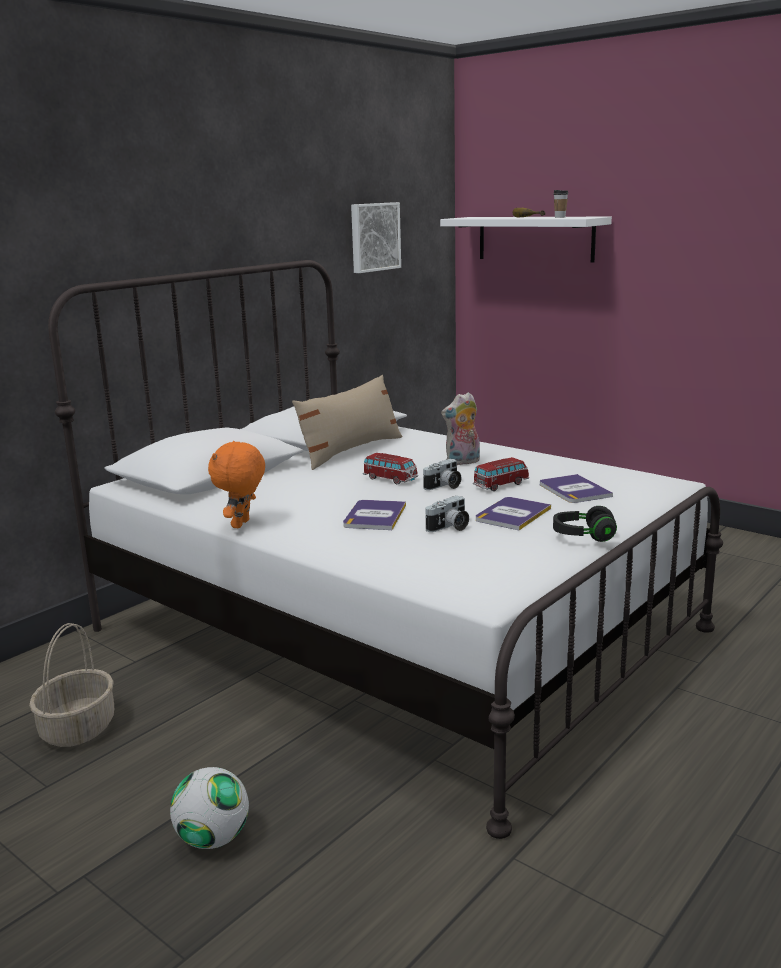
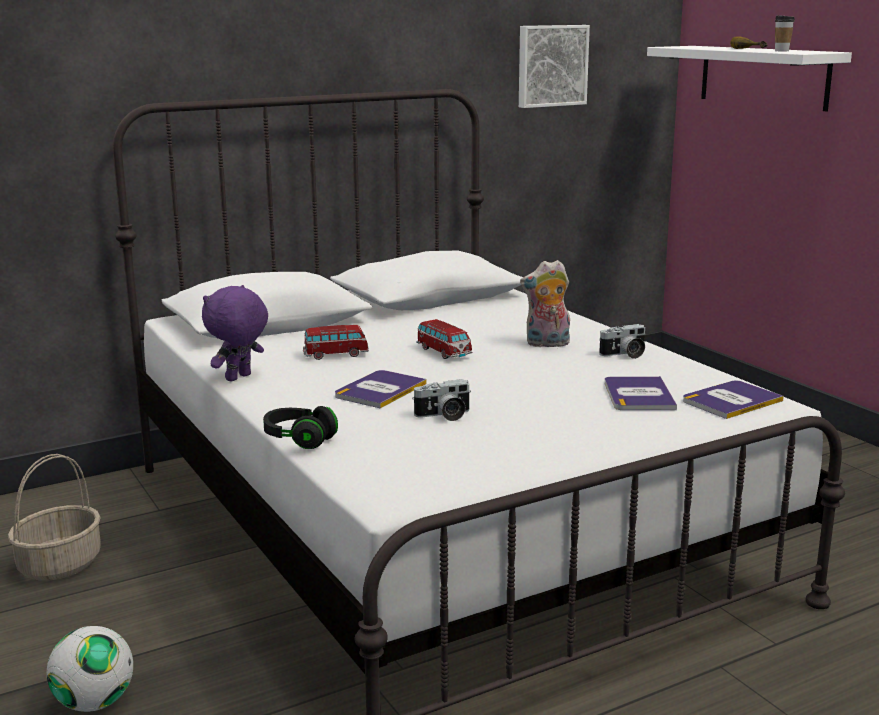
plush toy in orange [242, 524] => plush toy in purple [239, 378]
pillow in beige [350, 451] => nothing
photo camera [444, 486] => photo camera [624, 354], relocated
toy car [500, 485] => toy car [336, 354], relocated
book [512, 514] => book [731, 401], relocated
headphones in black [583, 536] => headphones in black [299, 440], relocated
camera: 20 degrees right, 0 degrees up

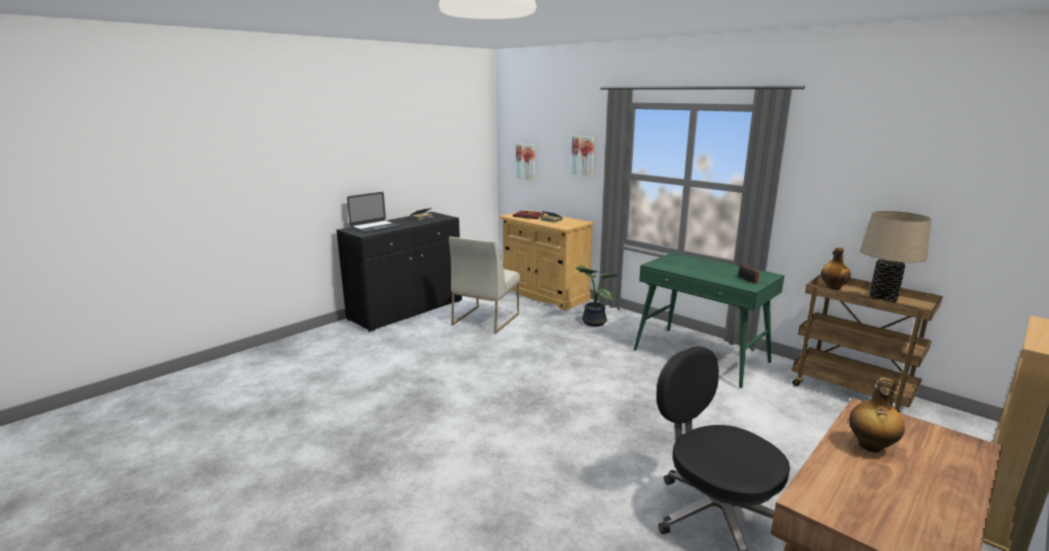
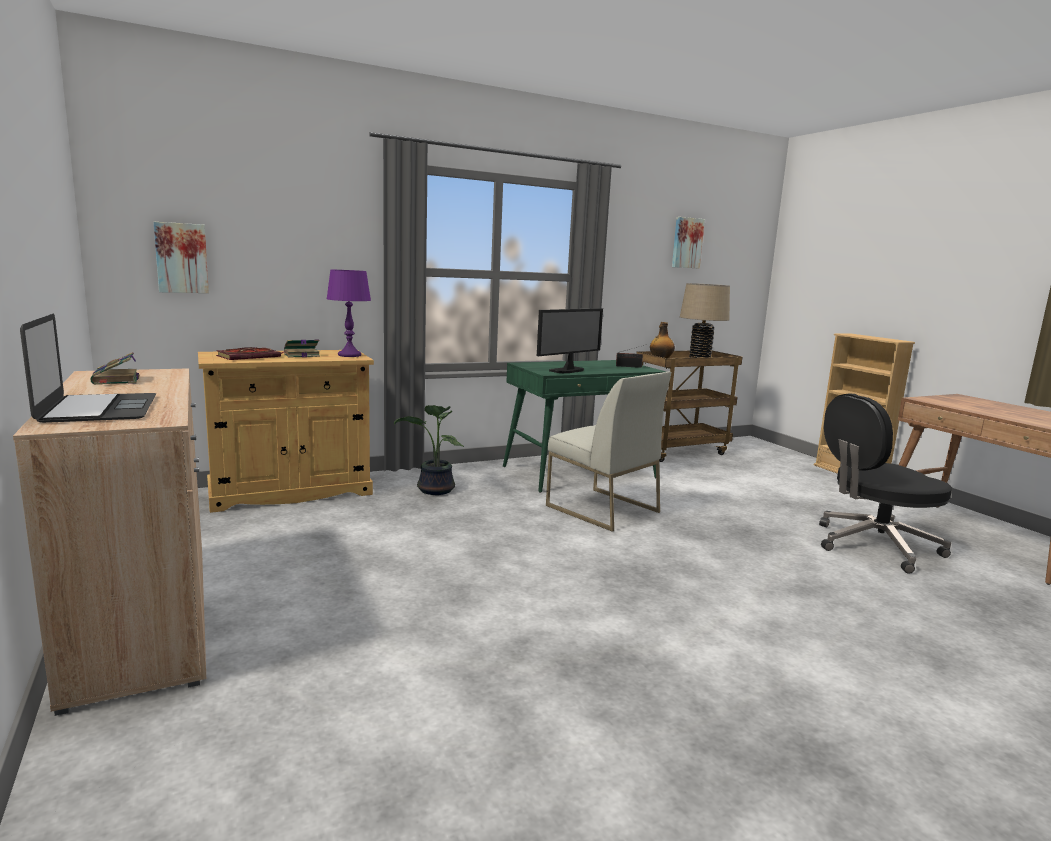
cabinet in black [406, 310] => cabinet in beige [144, 617]
chair in white [485, 319] => chair in white [601, 509], relocated
picture [583, 155] => picture [686, 243], relocated
bottle [870, 446] => nothing
nothing => table lamp in purple [350, 355]
nothing => monitor [568, 371]
camera: 70 degrees left, 5 degrees down

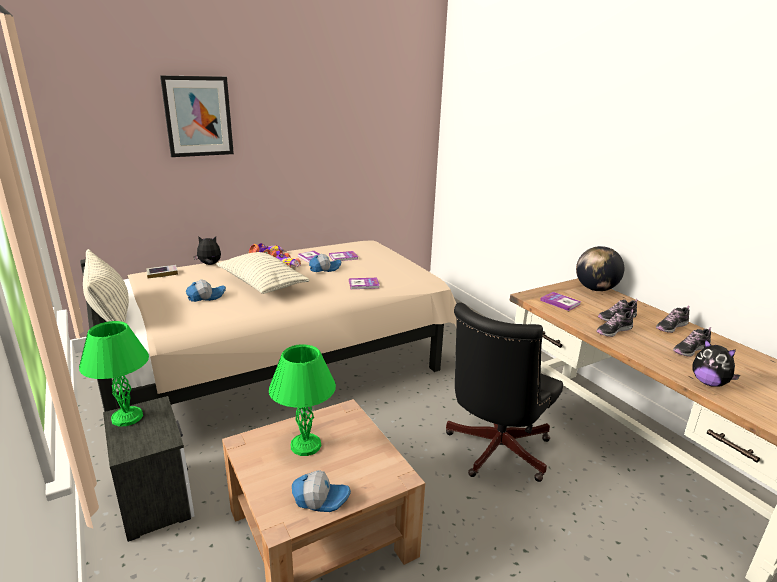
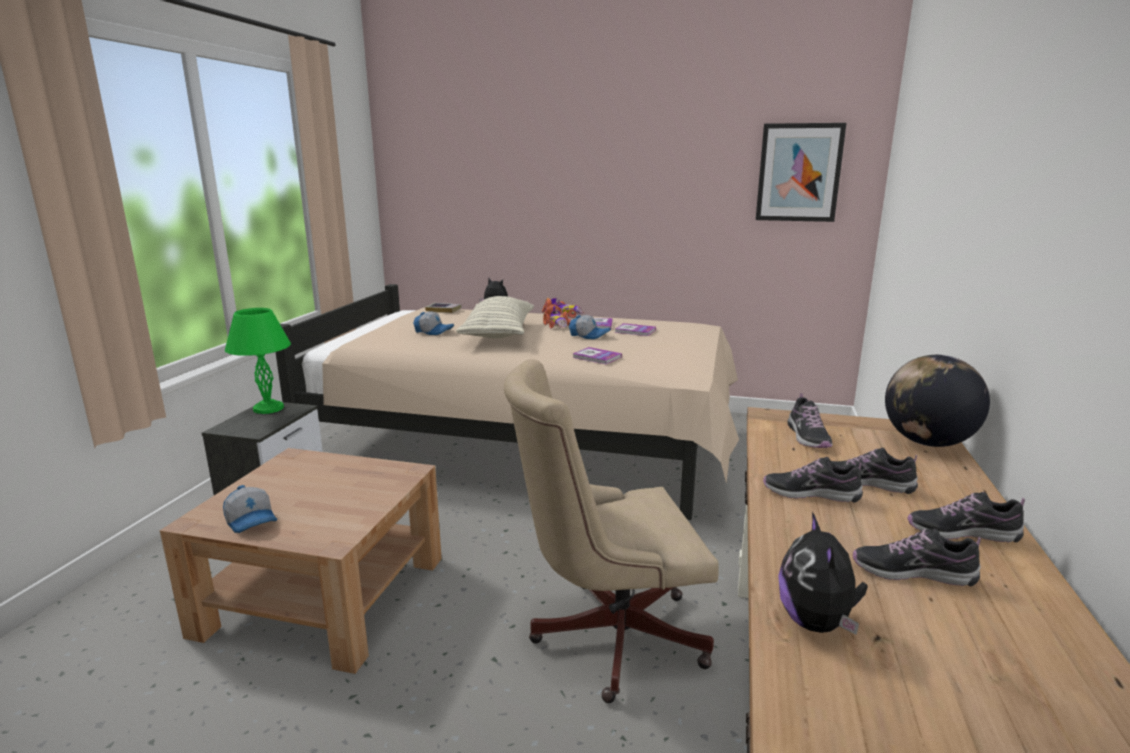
pillow [111, 316] => nothing
picture [198, 116] => picture [799, 173], relocated
table lamp in green [304, 445] => nothing
office chair in black [494, 451] => office chair in beige [607, 635]
book [560, 302] => shoe [807, 436]
camera: 45 degrees right, 5 degrees down

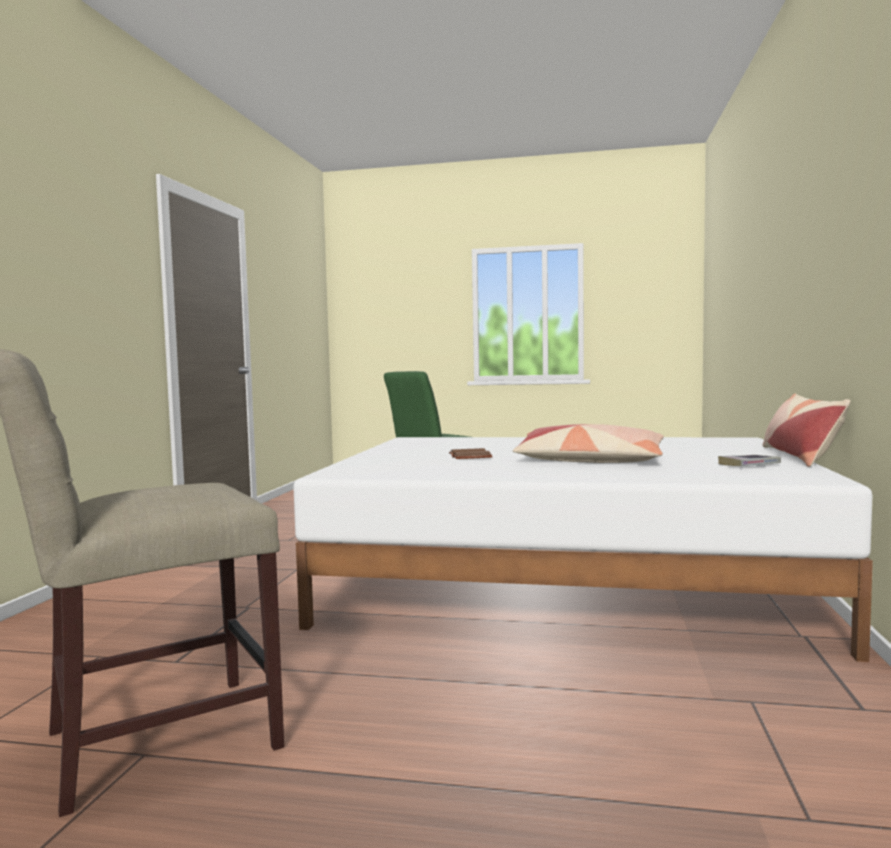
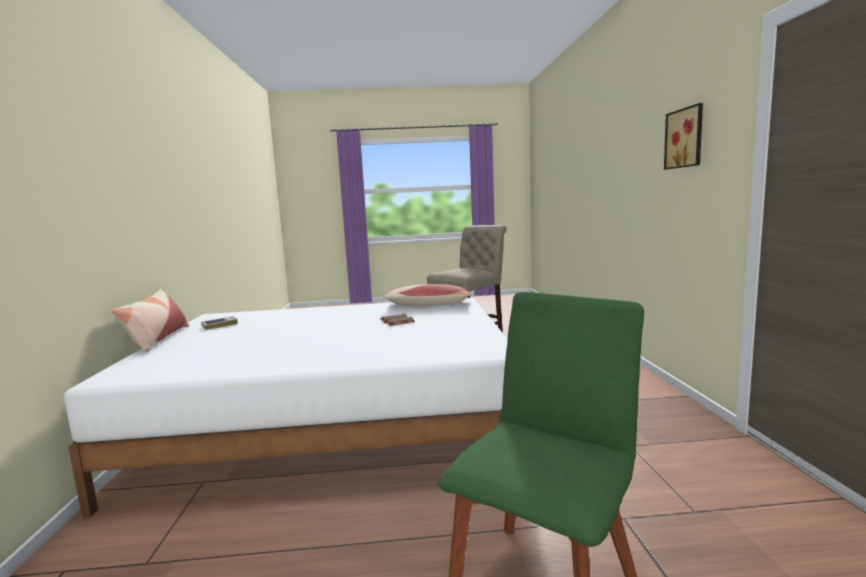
pillow [589, 460] => pillow [428, 305], relocated
nothing => picture [686, 138]
camera: 165 degrees right, 5 degrees up

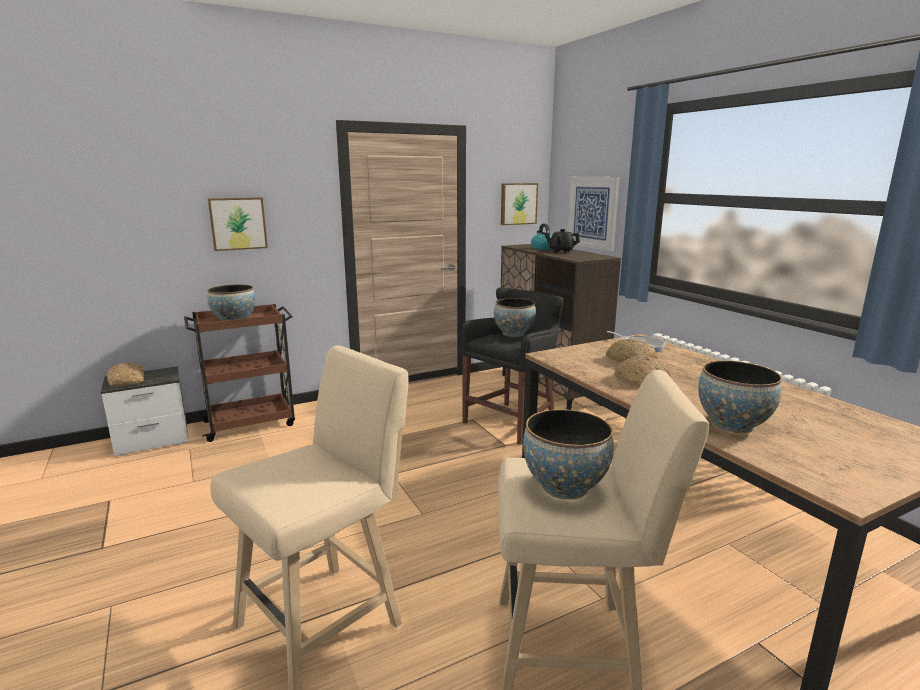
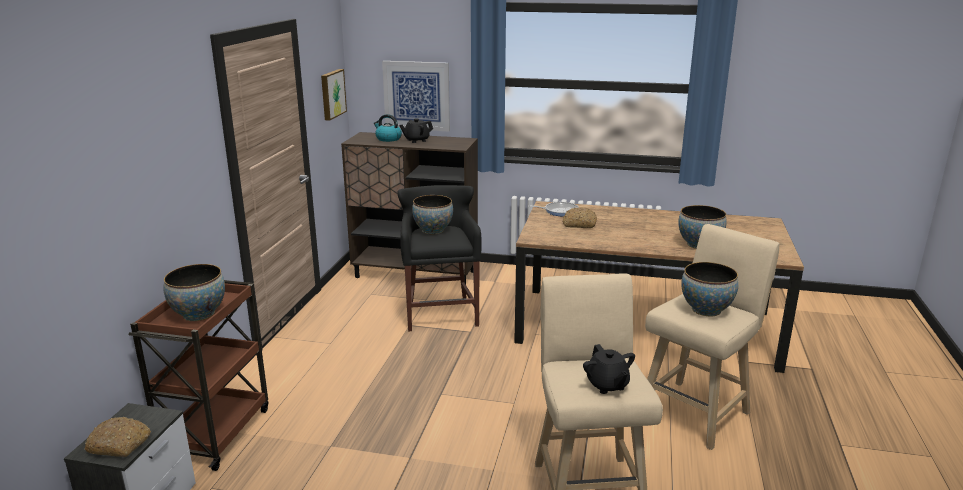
picture [238, 223] => nothing
bread [641, 379] => nothing
nothing => teapot in black [607, 385]
camera: 50 degrees left, 5 degrees up

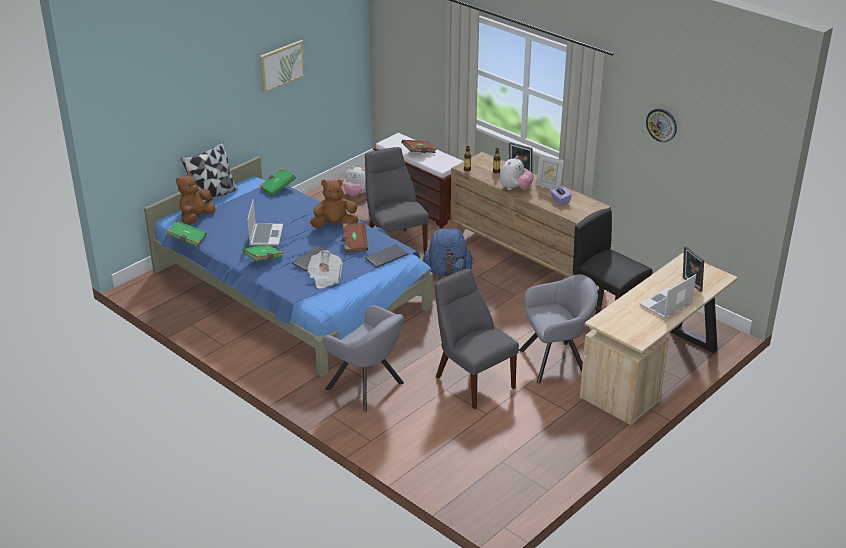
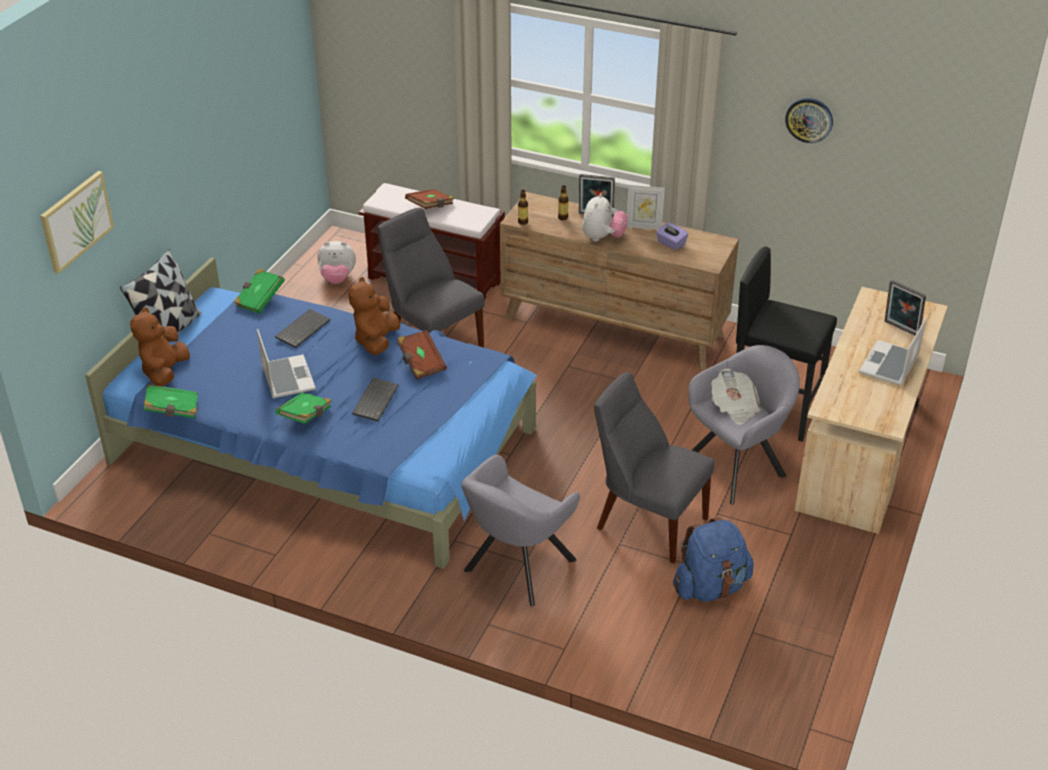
picture [281, 65] => picture [76, 221], relocated
newspaper [325, 278] => newspaper [734, 407], relocated
plush toy in brown [334, 225] => plush toy in brown [376, 341], 45 degrees counterclockwise
armchair in grey [368, 388] => armchair in grey [516, 569], 105 degrees clockwise
keyboard [386, 256] => keyboard [302, 329], relocated
backpack in blue [447, 272] => backpack in blue [711, 587], relocated
camera: 20 degrees left, 5 degrees up

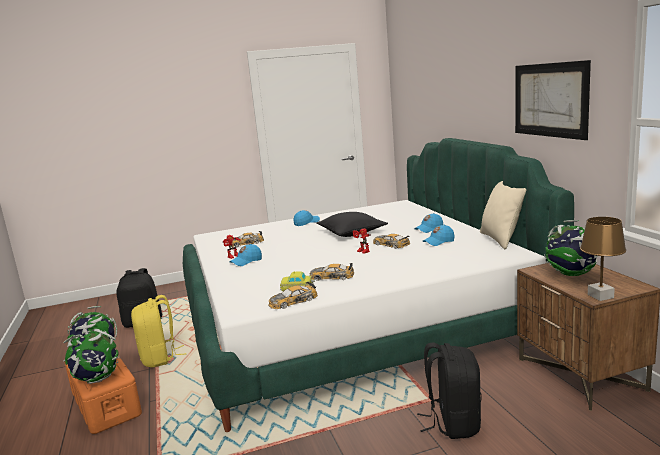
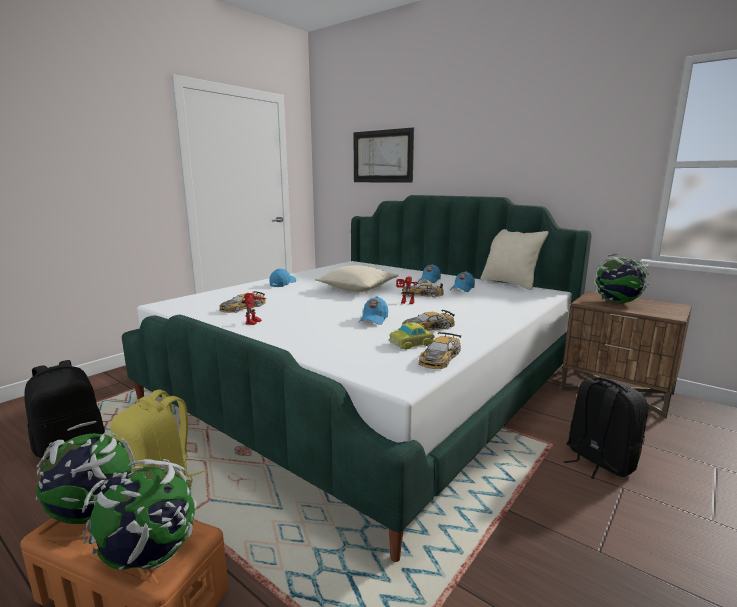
cap in blue [246, 261] => cap in blue [374, 319], relocated
pillow in black [351, 233] => pillow in beige [357, 288]
picture [549, 100] => picture [382, 156], relocated
table lamp in brown [601, 296] => nothing
camera: 35 degrees left, 0 degrees up

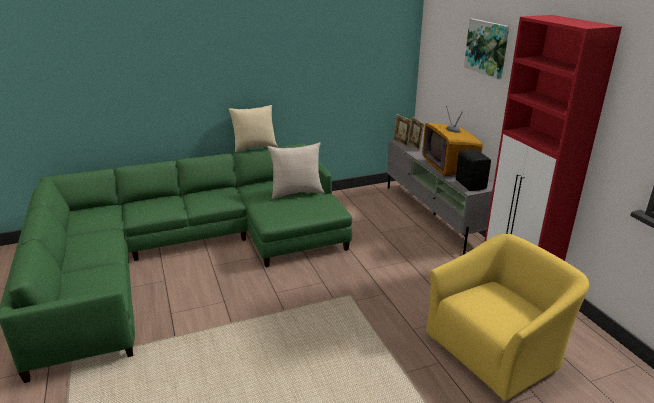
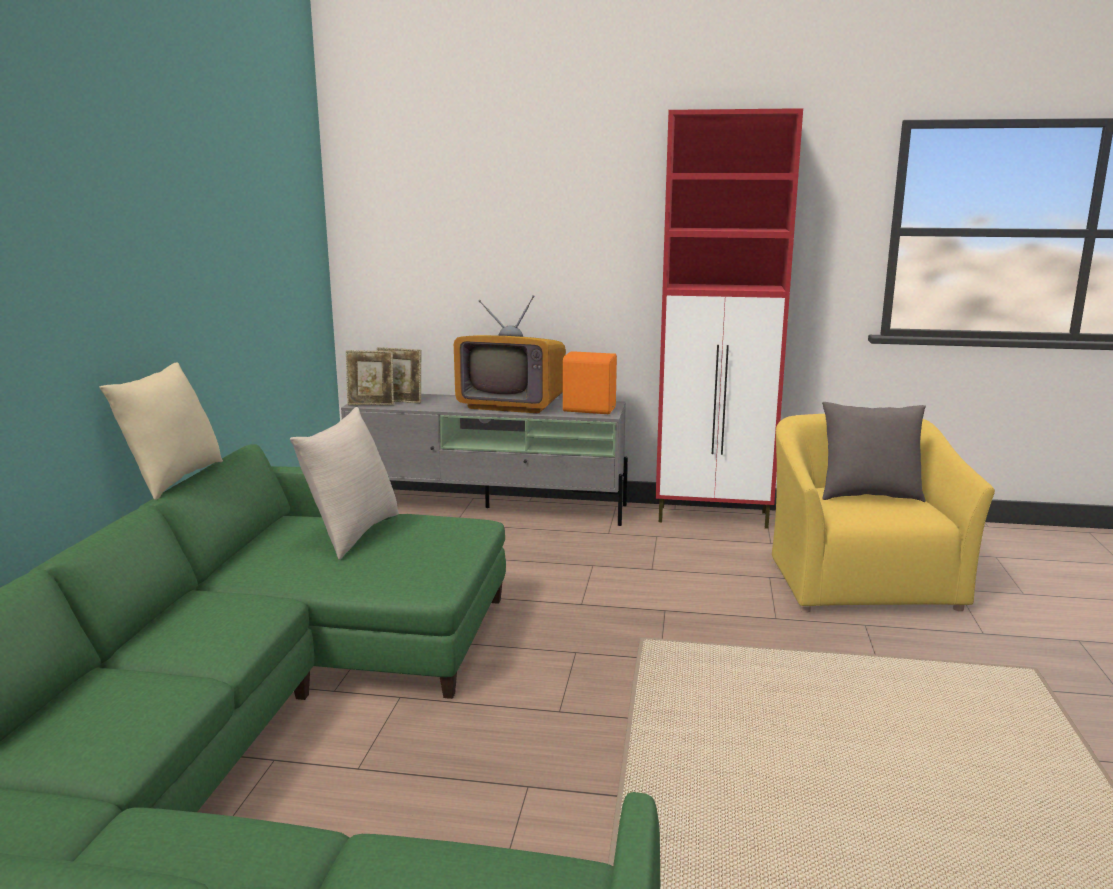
speaker in black [471, 184] => speaker in orange [588, 409]
picture [487, 47] => nothing
nothing => pillow in grey [868, 496]
camera: 60 degrees left, 10 degrees down

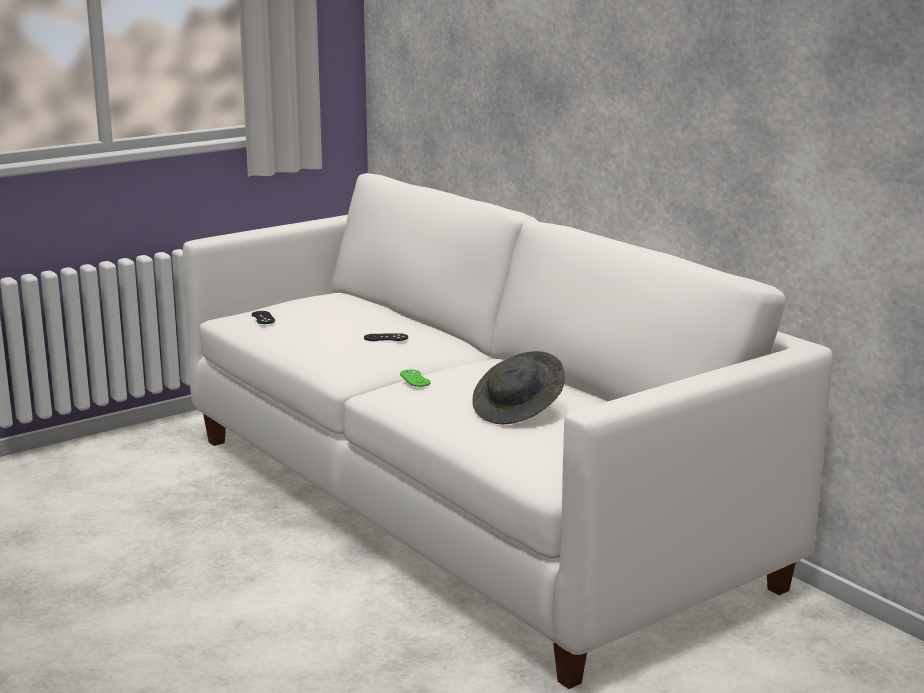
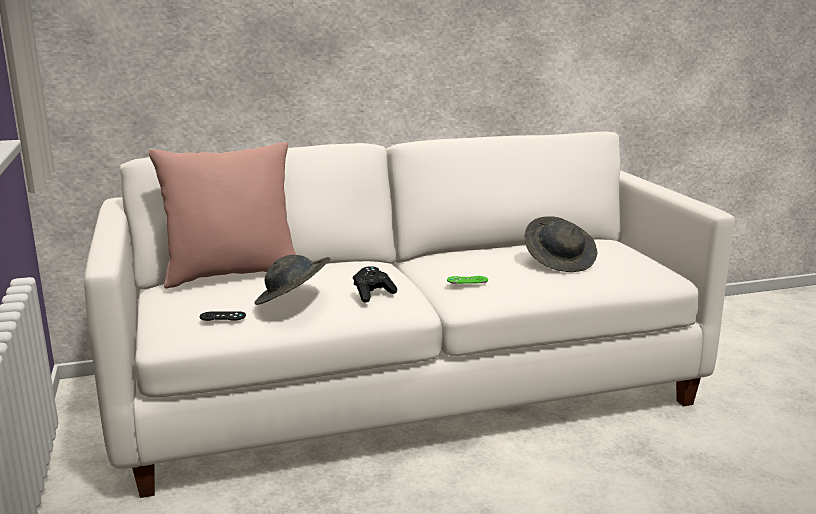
nothing => pillow in pink [232, 274]
nothing => hat in grey [293, 301]
nothing => game controller in black [374, 295]
camera: 70 degrees left, 0 degrees up

